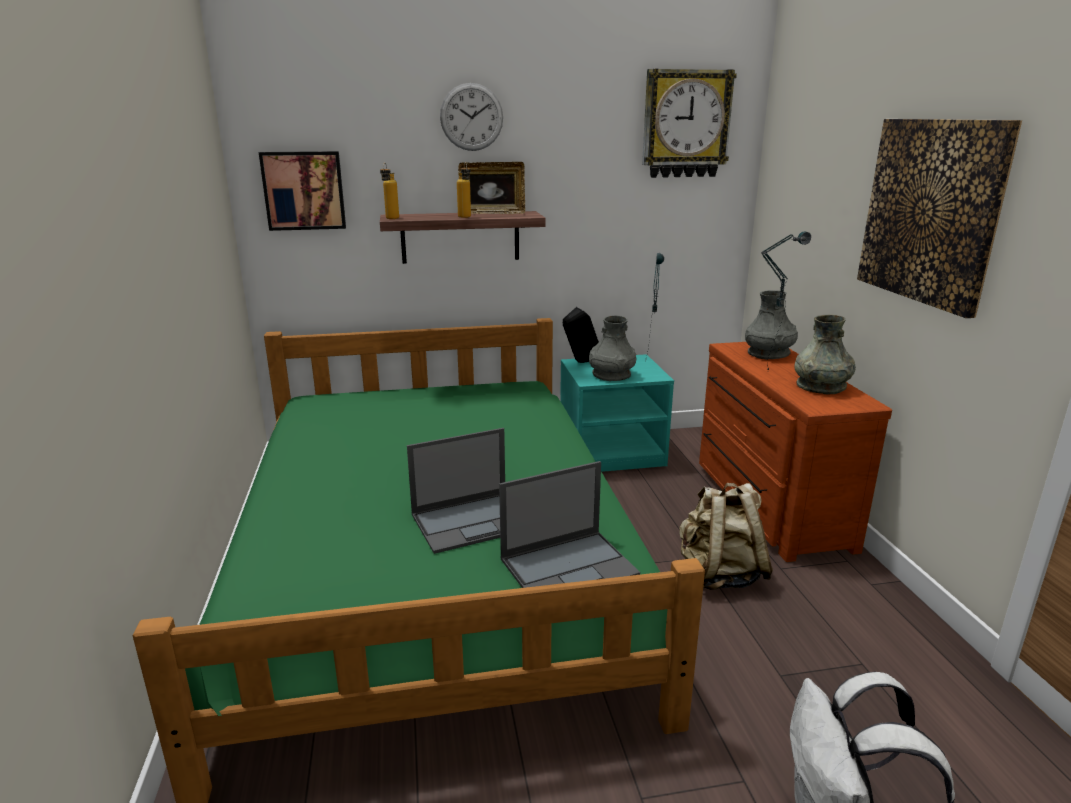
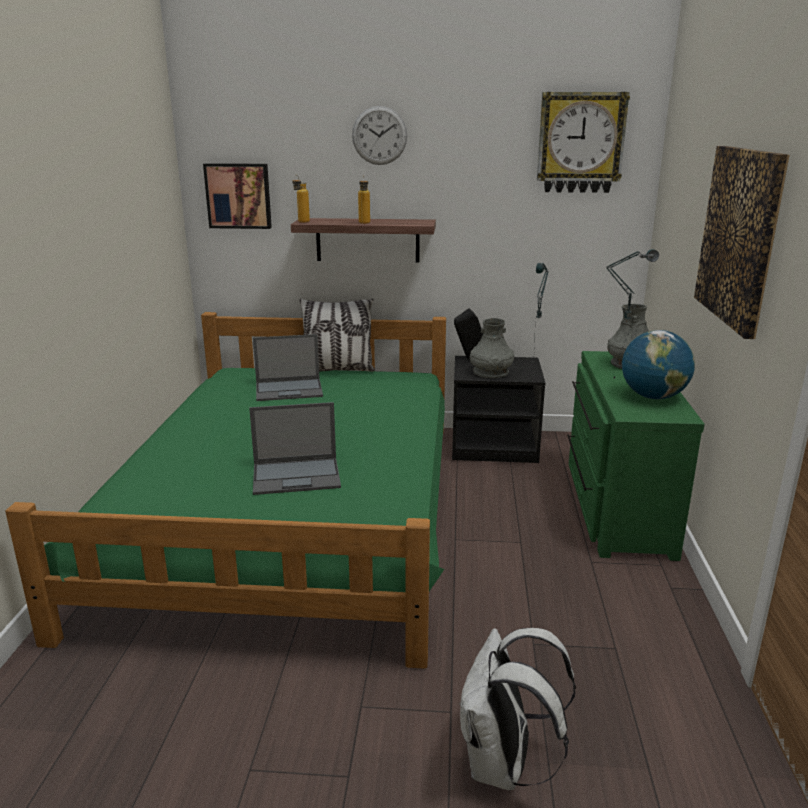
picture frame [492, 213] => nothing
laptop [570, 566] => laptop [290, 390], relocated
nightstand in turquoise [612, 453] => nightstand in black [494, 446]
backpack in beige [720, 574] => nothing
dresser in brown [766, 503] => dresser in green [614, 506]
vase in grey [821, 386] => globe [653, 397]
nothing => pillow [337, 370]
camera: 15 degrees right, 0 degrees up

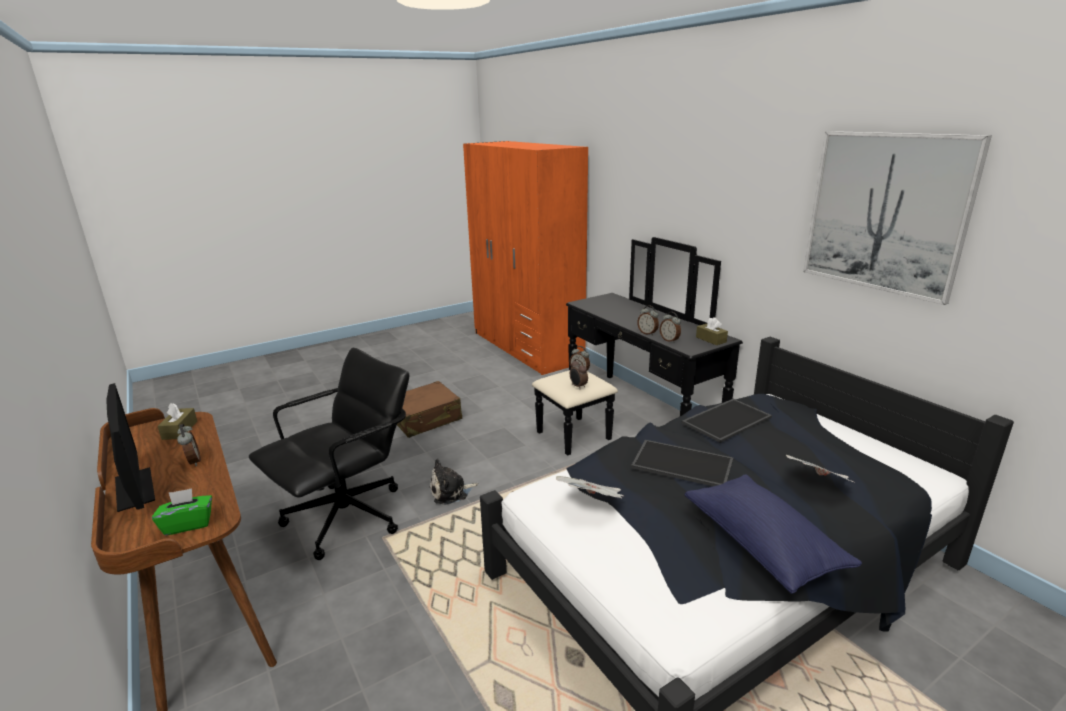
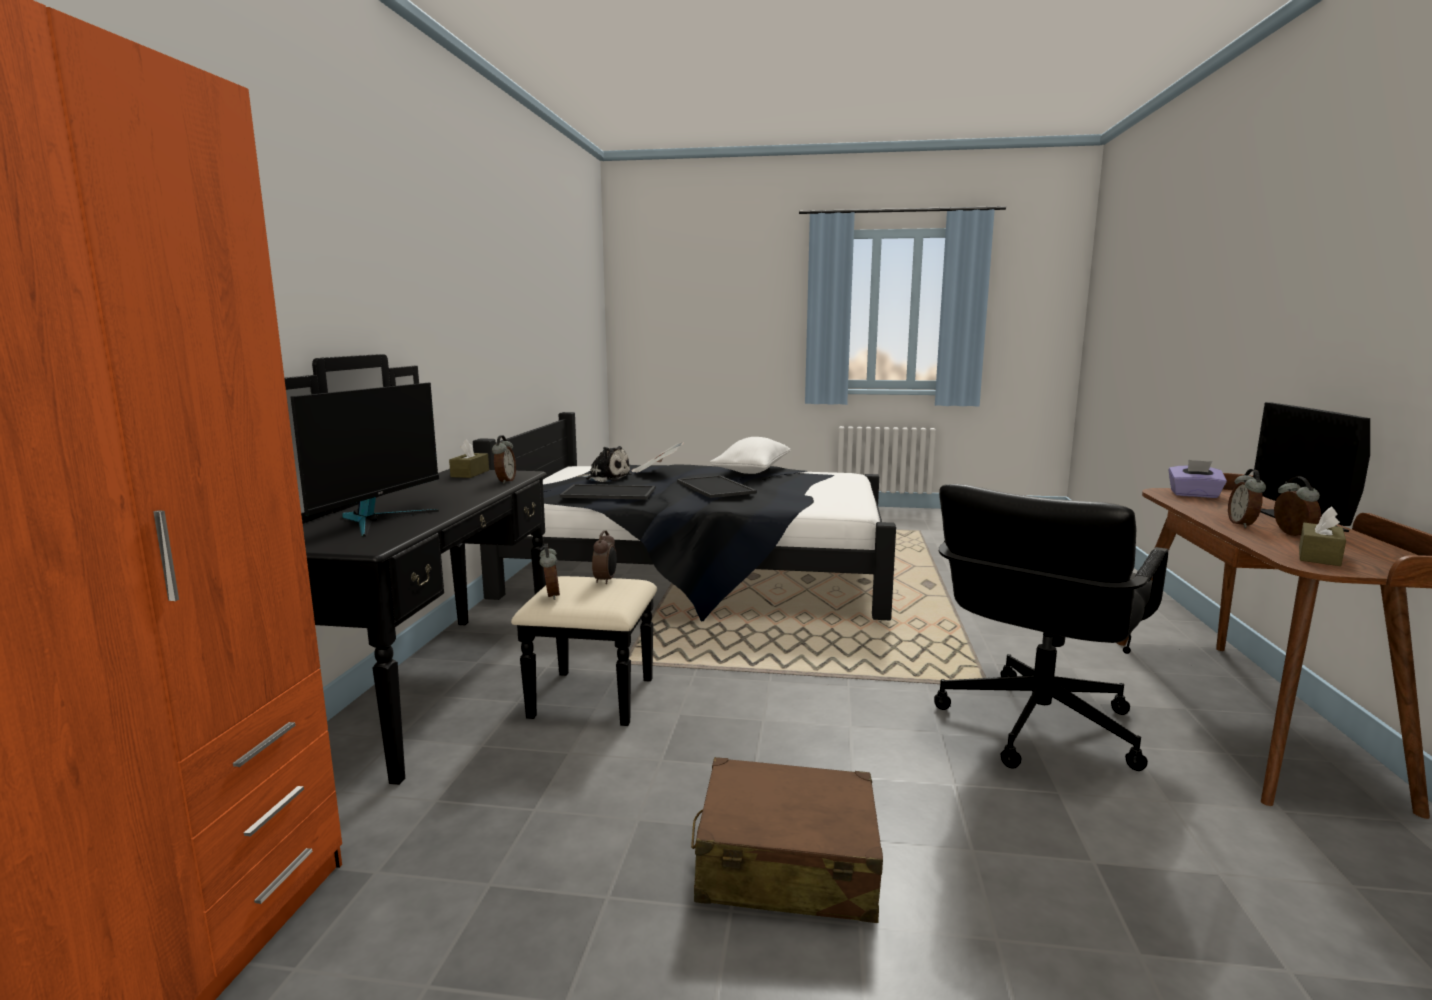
tissue box in green [188, 524] => tissue box in purple [1194, 495]
office chair in black [348, 517] => office chair in black [1036, 725], 45 degrees counterclockwise
plush toy [451, 492] => plush toy [606, 477], relocated
newspaper [592, 502] => nothing
alarm clock [647, 333] => alarm clock [1291, 535], relocated
pillow in blue [762, 545] => pillow in white [752, 471]
picture [886, 213] => nothing
nothing => monitor [378, 520]
camera: 140 degrees left, 10 degrees down

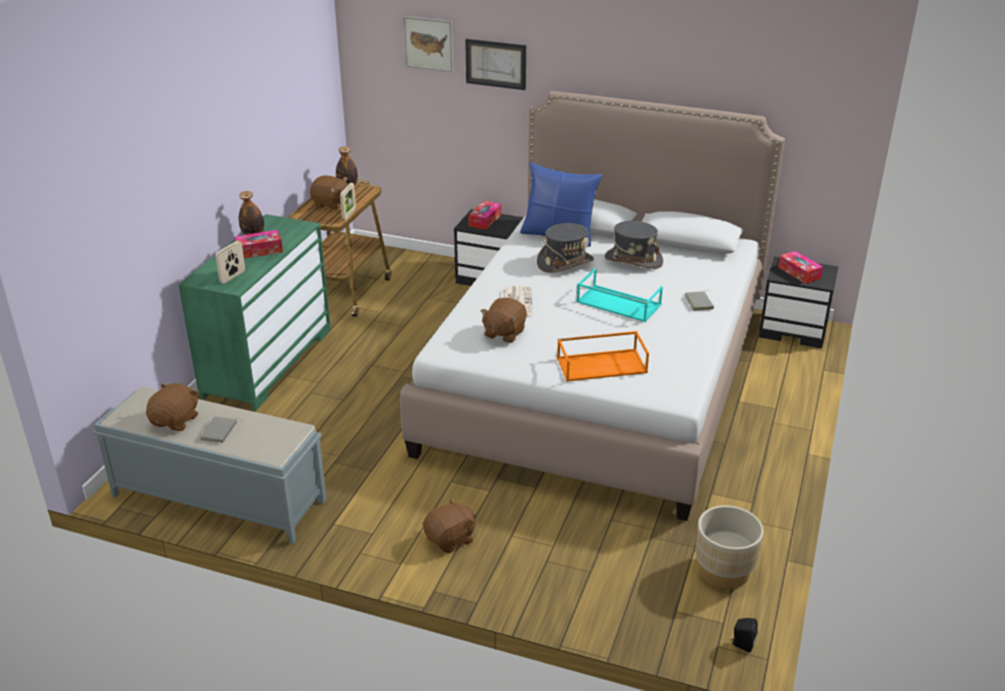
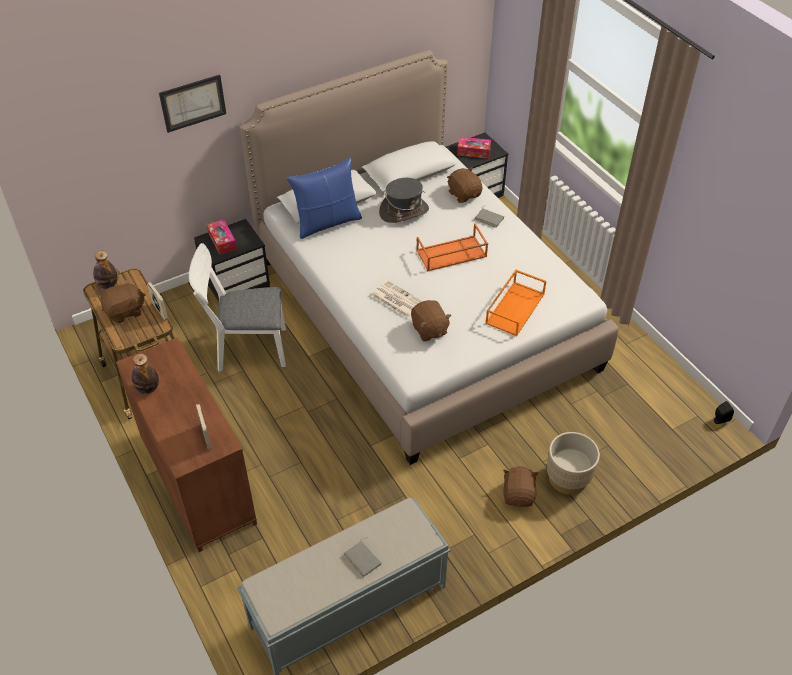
plush toy in brown [176, 421] => plush toy in brown [464, 194], relocated
dresser in green [267, 362] => dresser in brown [196, 481]
tissue box [259, 250] => nothing
picture [429, 43] => nothing
hat in grey [565, 262] => nothing
tray in turquoise [617, 303] => tray in orange [451, 254]
planter in beige [724, 571] => planter in beige [568, 478], relocated
nothing => chair in white [245, 349]
camera: 50 degrees left, 15 degrees up

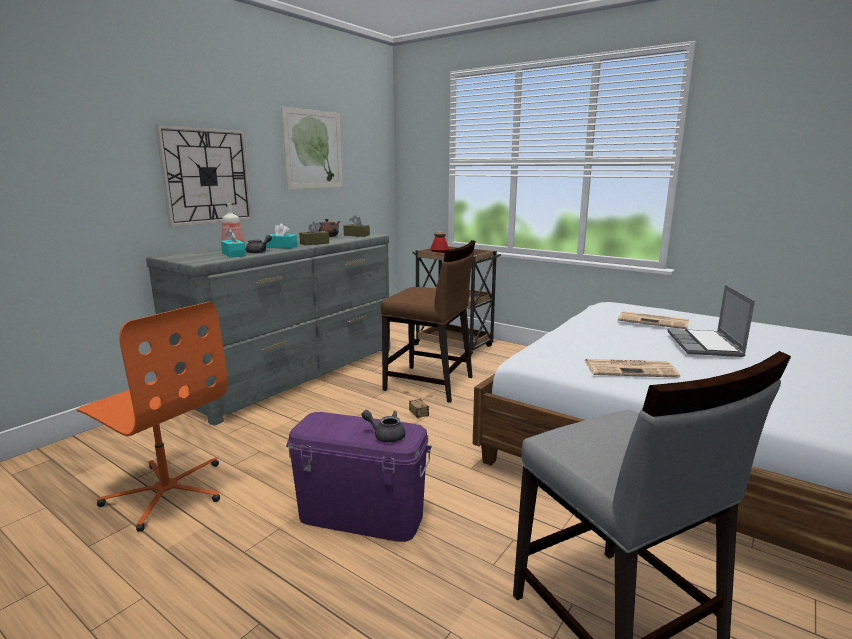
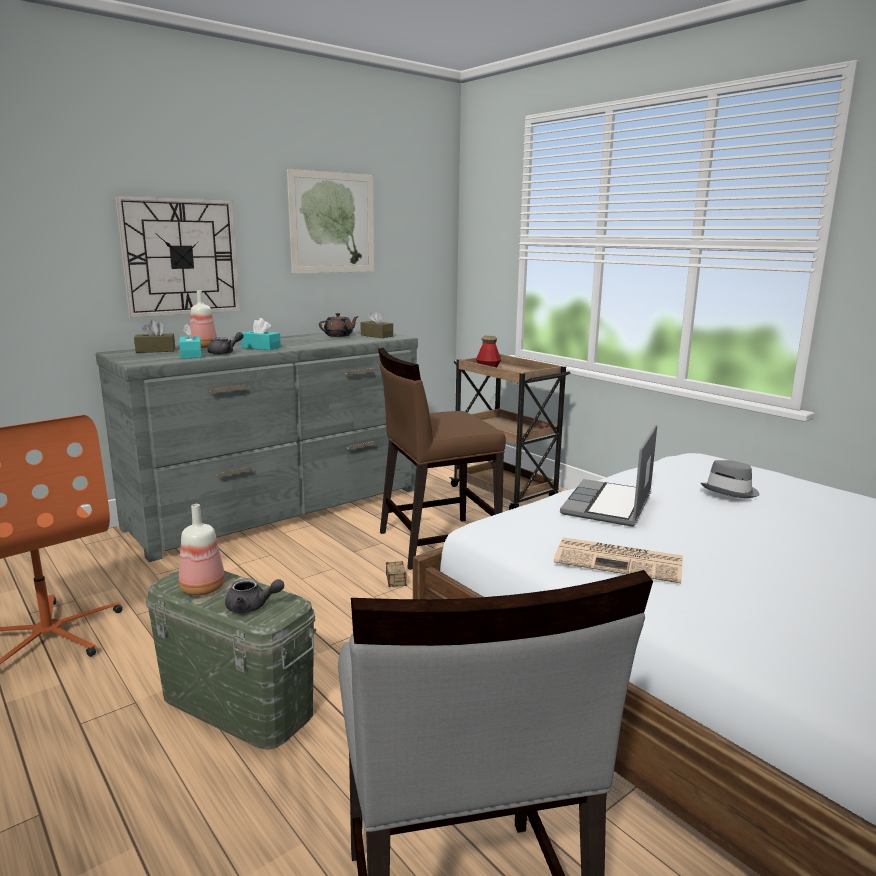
storage box in purple [361, 515] => storage box in green [236, 705]
tissue box in brown [314, 243] => tissue box in brown [155, 350], relocated
teapot in grey [385, 435] => teapot in grey [252, 607], 150 degrees clockwise
chair in brown [429, 384] => chair in brown [436, 542], 120 degrees clockwise
newspaper [654, 321] => hat in grey [731, 491]
laptop [705, 345] => laptop [608, 506], relocated
nothing => bottle [201, 589]
camera: 15 degrees right, 0 degrees up

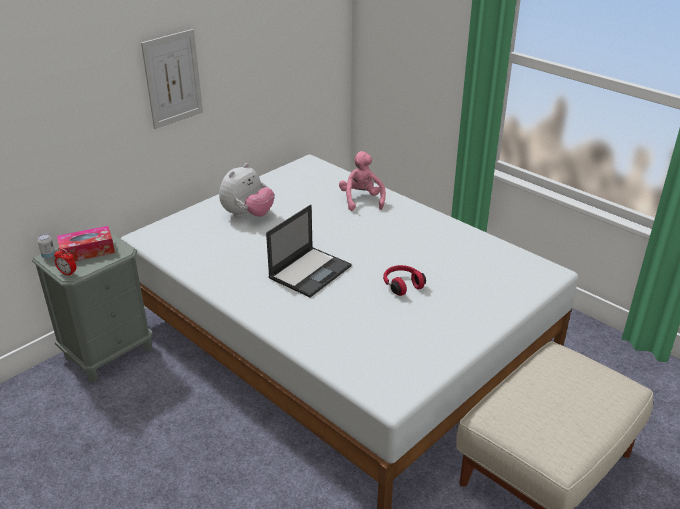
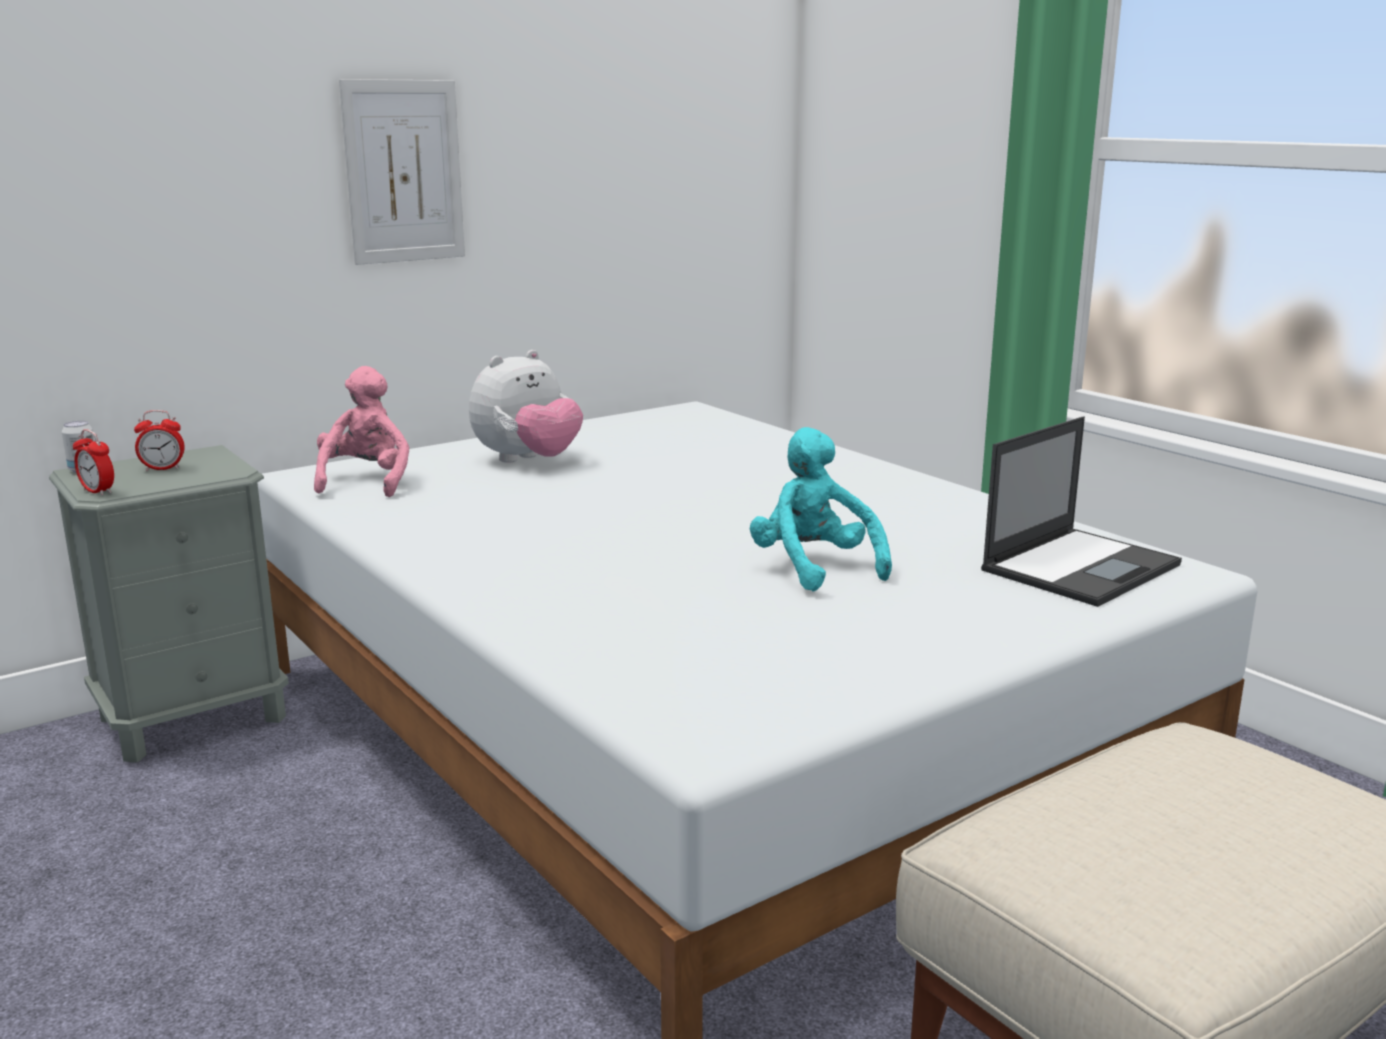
tissue box [87, 251] => alarm clock [163, 469]
laptop [310, 271] => laptop [1081, 567], relocated
plush toy in pink [361, 200] => plush toy in pink [366, 482], relocated
headphones in red [402, 285] => plush toy in turquoise [814, 568]
camera: 10 degrees right, 15 degrees down

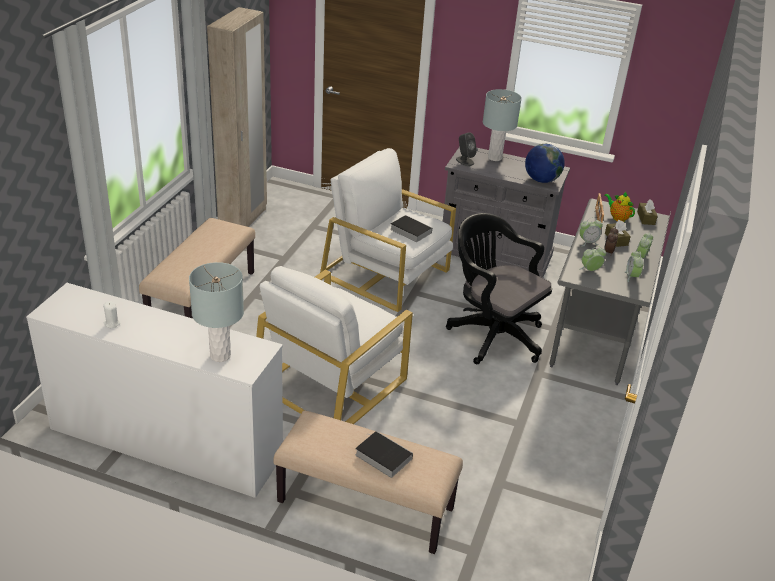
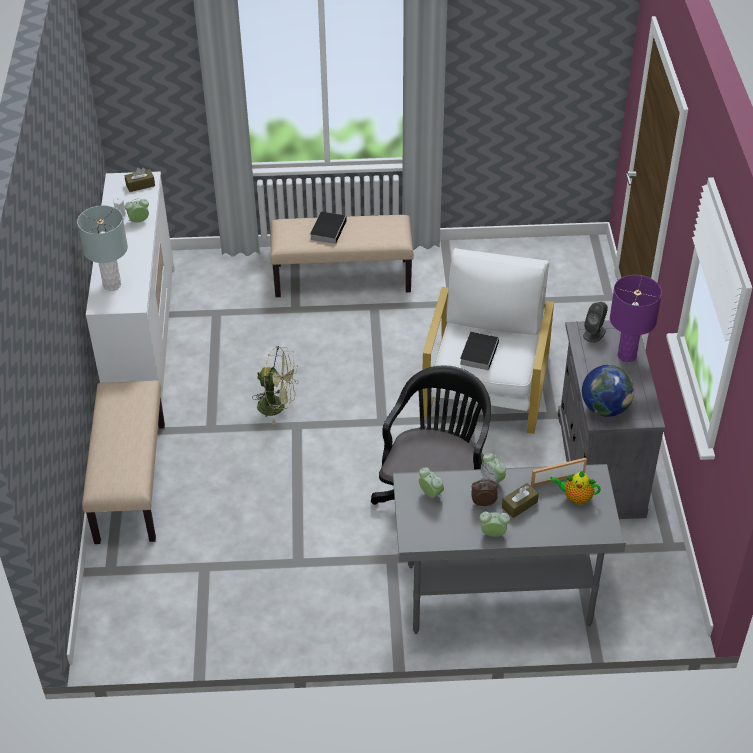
wardrobe in beige [243, 220] => nothing
armchair in white [331, 382] => fan in green [277, 406]
book [381, 456] => book [328, 229], relocated
table lamp in grey [495, 158] => table lamp in purple [627, 356]
teapot [617, 217] => teapot [575, 497], 105 degrees counterclockwise
alarm clock [631, 277] => alarm clock [139, 221], relocated
tissue box in brown [646, 218] => tissue box in brown [140, 185], relocated
camera: 70 degrees right, 10 degrees up

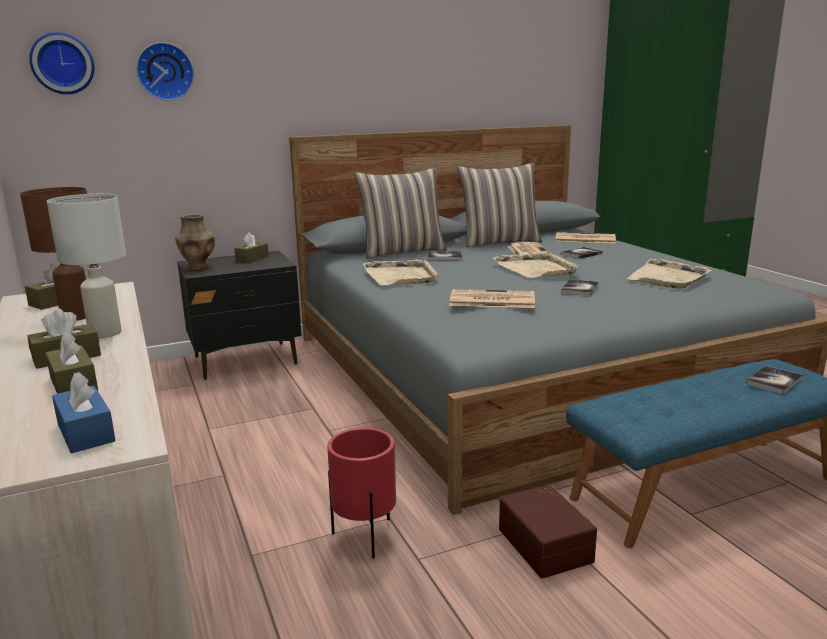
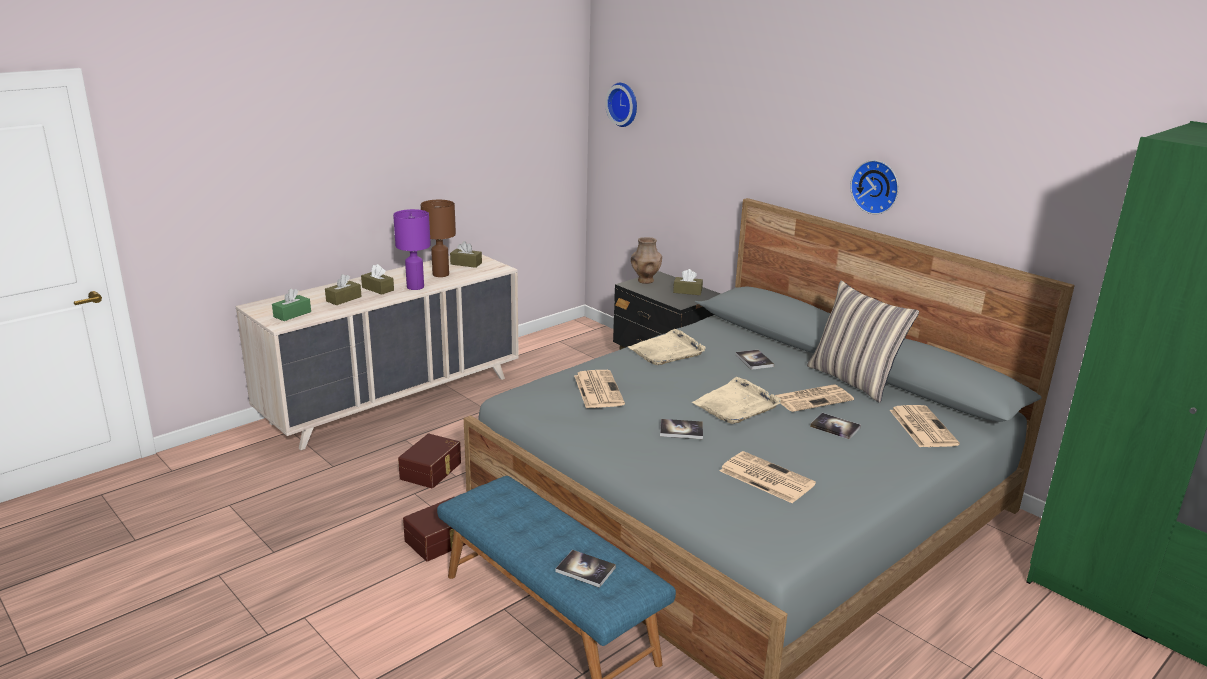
table lamp in white [106, 333] => table lamp in purple [415, 287]
tissue box in blue [86, 432] => tissue box in green [292, 314]
wall clock [165, 71] => wall clock [876, 186], relocated
planter in red [364, 537] => storage box in brown [432, 471]
pillow [402, 251] => nothing
tray in beige [667, 277] => newspaper [765, 477]
camera: 70 degrees right, 5 degrees up

